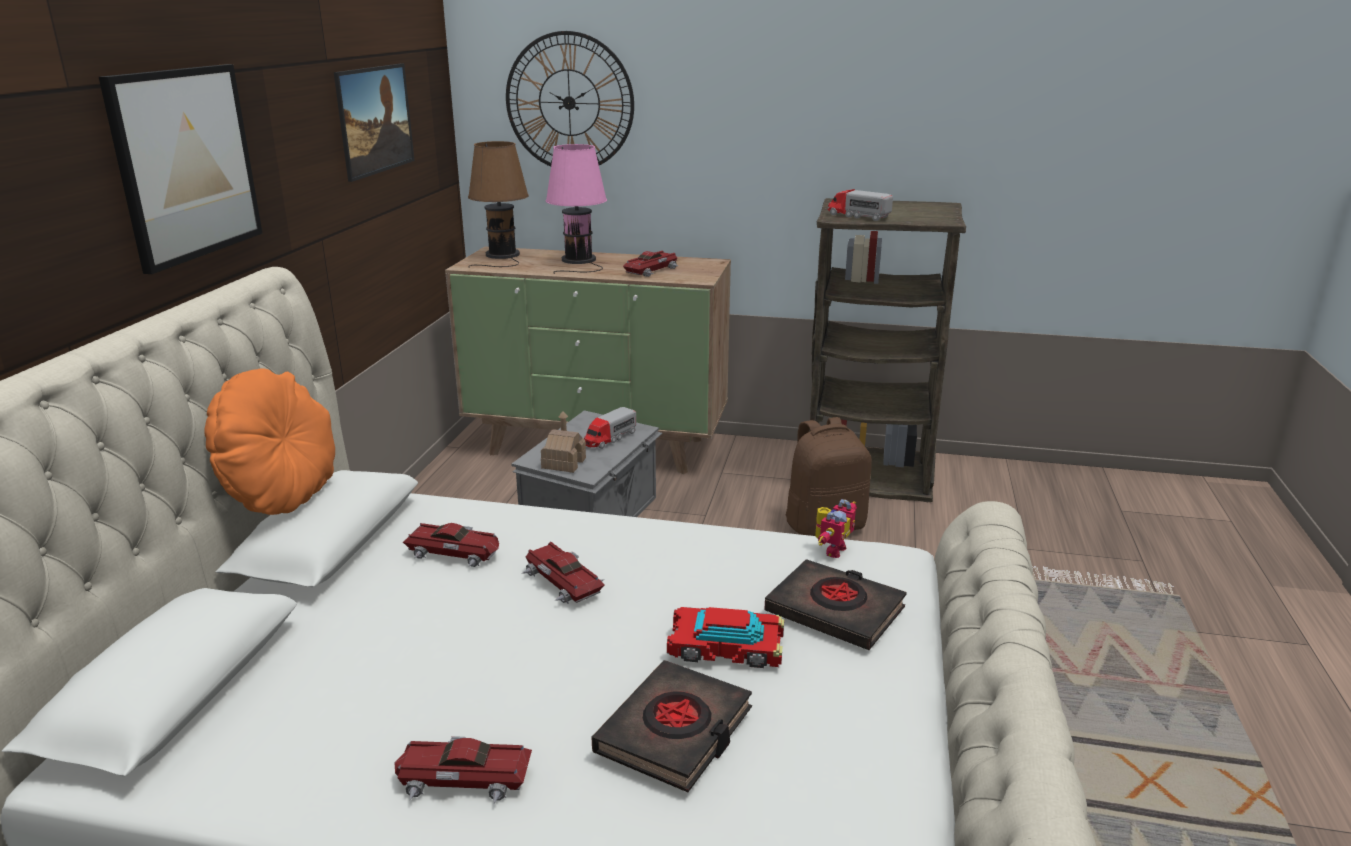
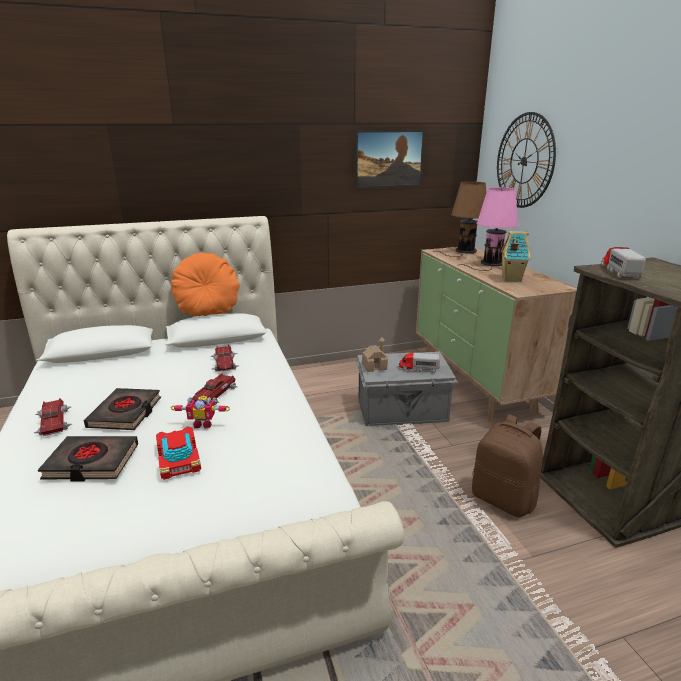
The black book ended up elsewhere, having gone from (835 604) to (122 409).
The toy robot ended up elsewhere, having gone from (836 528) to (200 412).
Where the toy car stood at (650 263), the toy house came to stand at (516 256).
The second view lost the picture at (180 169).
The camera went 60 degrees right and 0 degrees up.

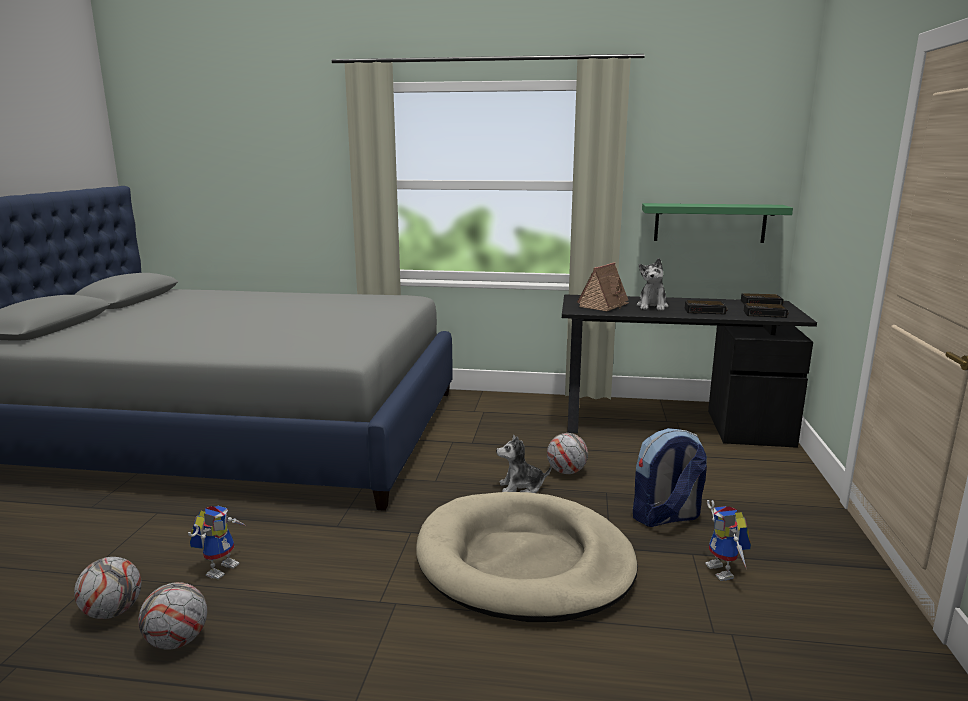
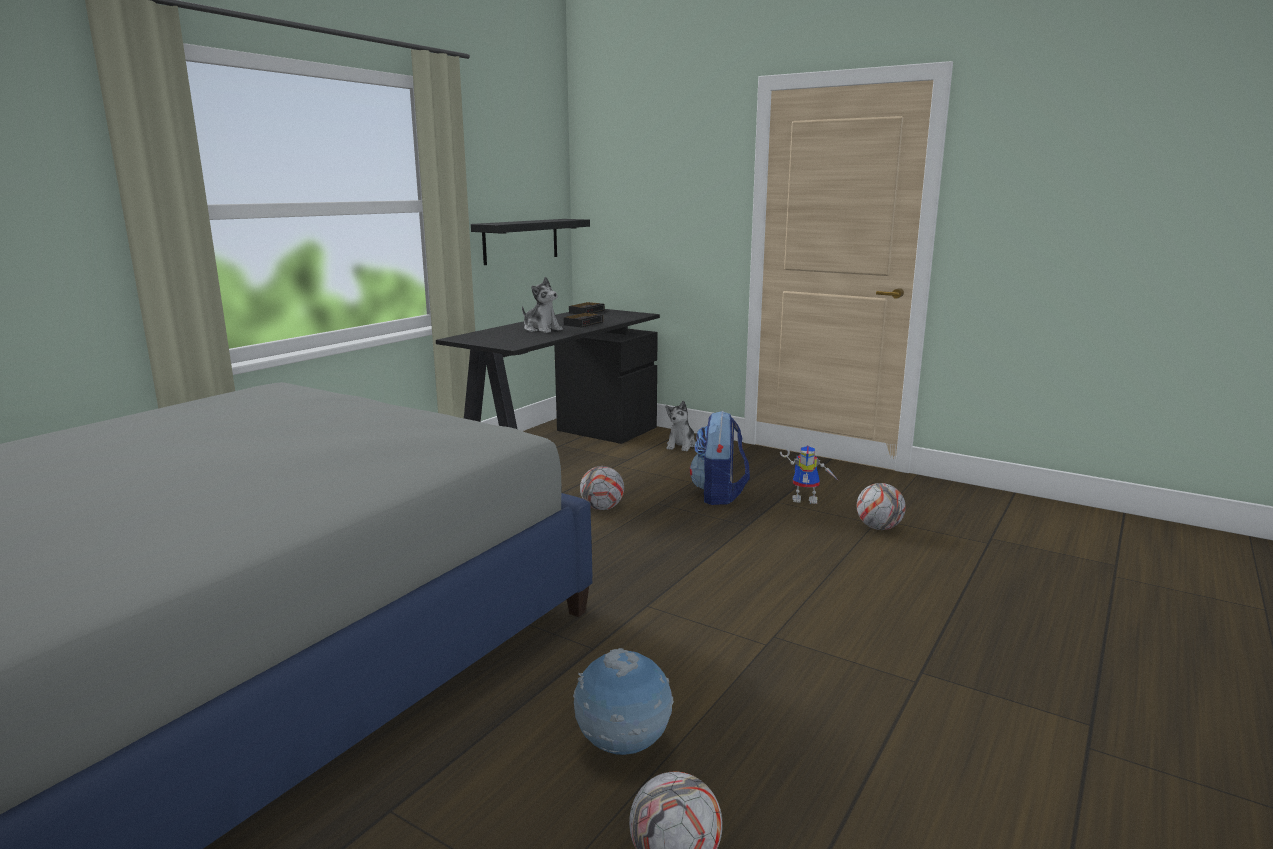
What was the green shelf at (717 223) turned into the black shelf at (530 242).
Where the toy robot stood at (217 542), the globe came to stand at (623 701).
The plush toy ended up elsewhere, having gone from (524 463) to (681 426).
The football ended up elsewhere, having gone from (172 616) to (881 506).
The second view lost the beige dog bed at (527 557).
The second view lost the toy house at (603 287).
The second view lost the alarm clock at (766 310).
The camera went 65 degrees left and 0 degrees up.

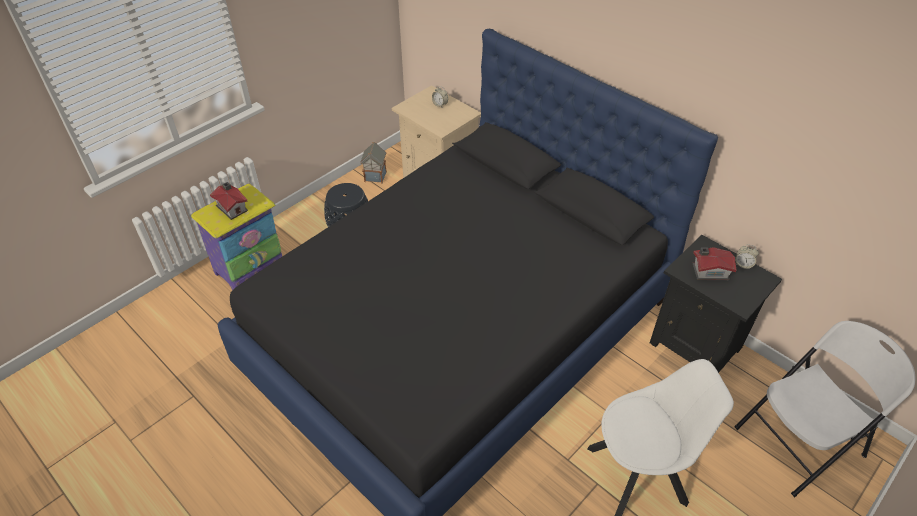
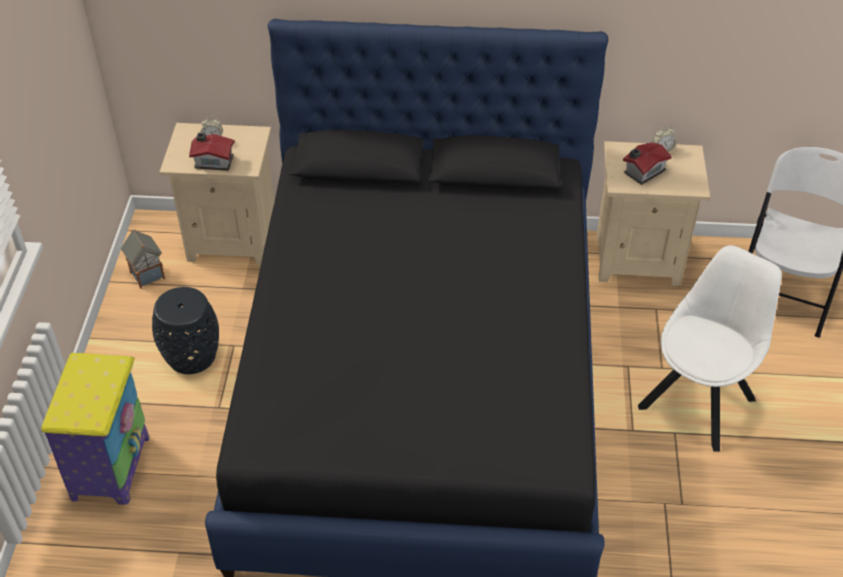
The toy house ended up elsewhere, having gone from (229 201) to (212 152).
What was the black nightstand at (716 304) turned into the beige nightstand at (653 213).
The camera went 40 degrees left and 0 degrees up.

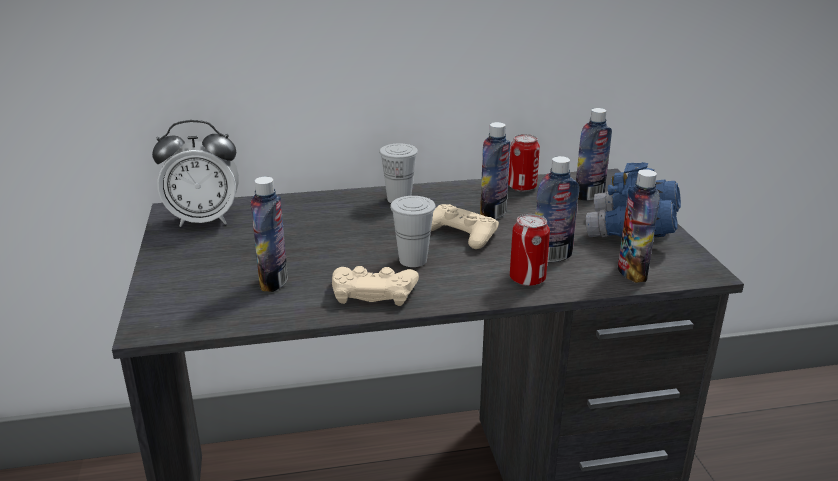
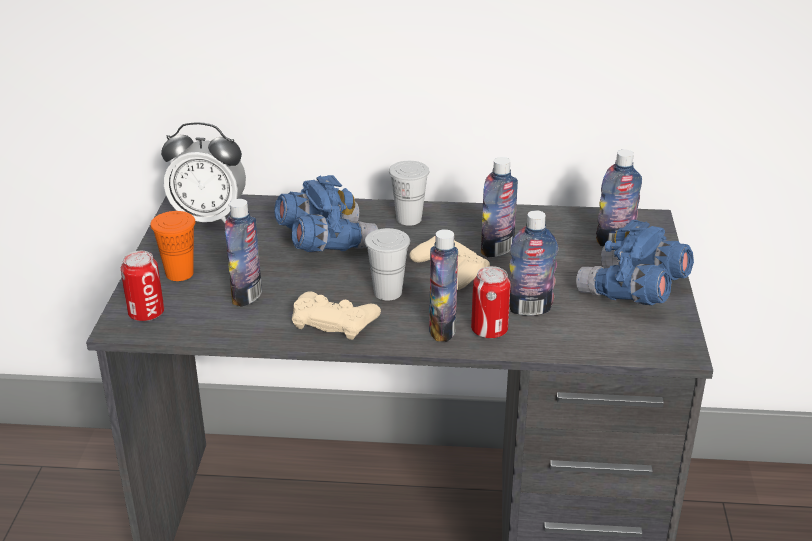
The can ended up elsewhere, having gone from (524 163) to (142 286).
The second view gained the orange cup at (173 246).
The second view gained the blue binoculars at (326 213).
The bottle ended up elsewhere, having gone from (639 226) to (443 285).
The camera went 15 degrees right and 5 degrees up.

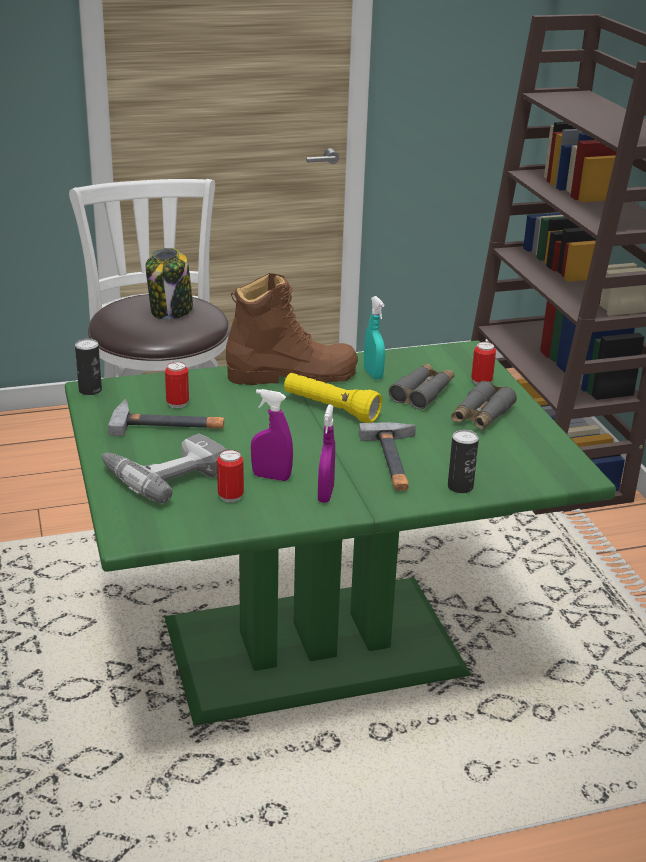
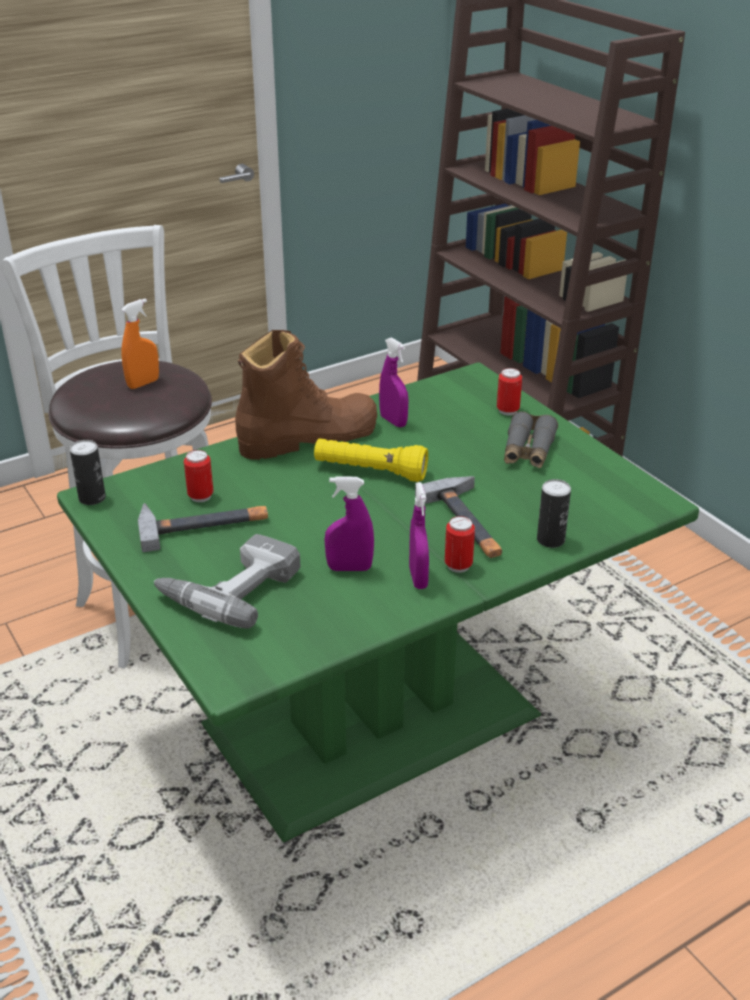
Where the jar stood at (169 284), the orange spray bottle came to stand at (140 343).
What was the turquoise spray bottle at (374 338) turned into the purple spray bottle at (394 382).
The can ended up elsewhere, having gone from (230 476) to (460 544).
The second view lost the grey binoculars at (422 386).
The camera went 15 degrees left and 5 degrees up.

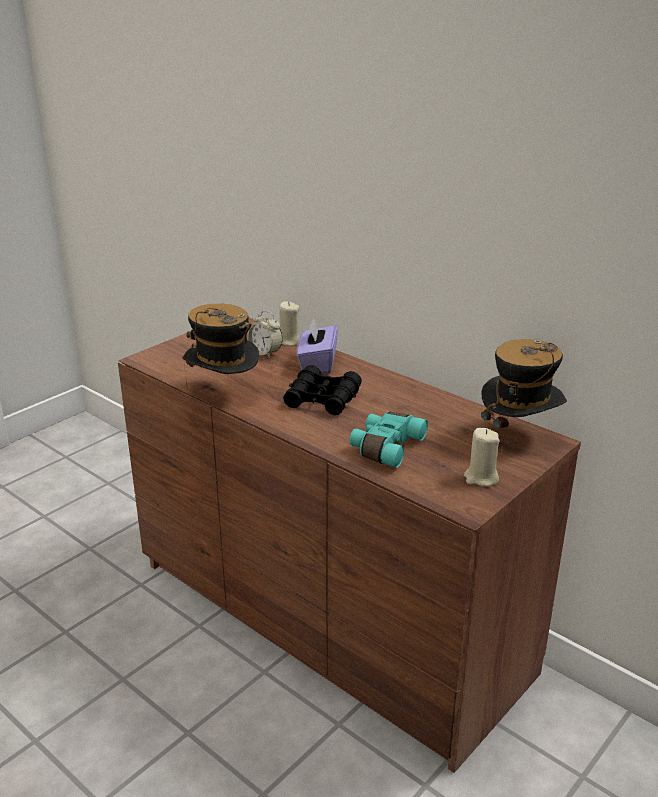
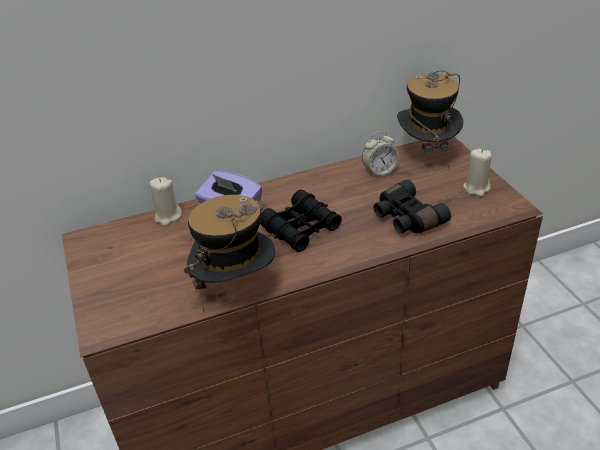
The alarm clock ended up elsewhere, having gone from (265 334) to (380 154).
What was the turquoise binoculars at (389 440) turned into the black binoculars at (412 206).
The camera went 60 degrees left and 10 degrees up.

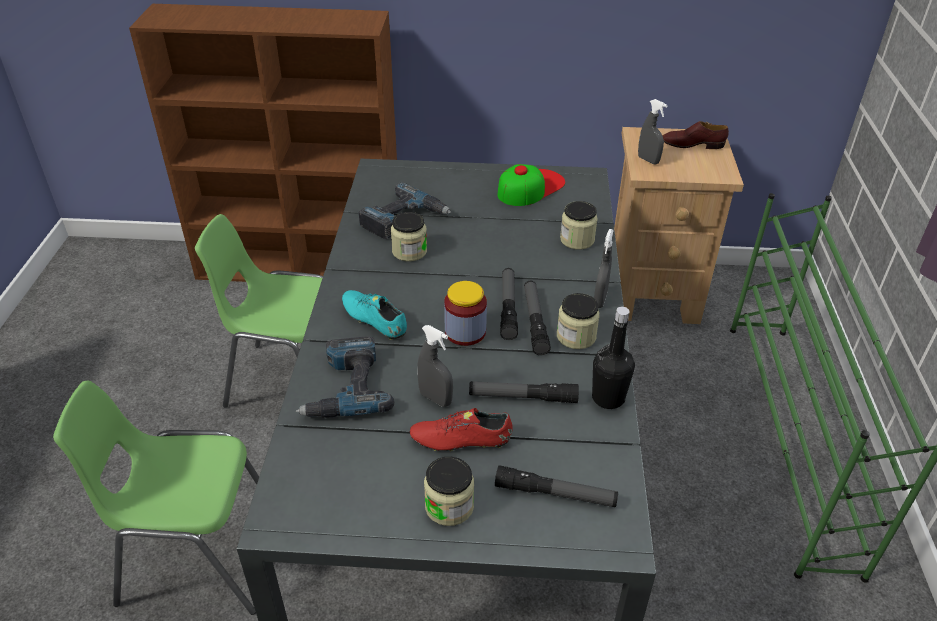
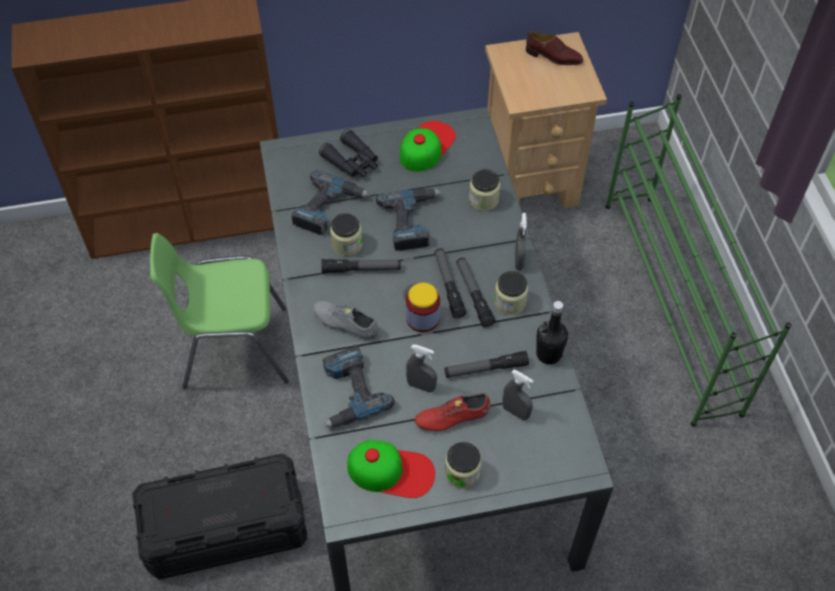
Where the green chair stood at (156 497), the black storage box came to stand at (219 516).
What was the turquoise shoe at (374 315) turned into the grey shoe at (345 320).
The second view gained the black binoculars at (348 153).
The flashlight ended up elsewhere, having gone from (556 486) to (361 266).
The second view gained the cap at (391 469).
The second view gained the power drill at (408 219).
The grey spray bottle ended up elsewhere, having gone from (653 132) to (517 395).
The brown shoe at (696 135) ended up facing another way, 150 degrees counterclockwise from before.
The camera went 15 degrees left and 15 degrees up.

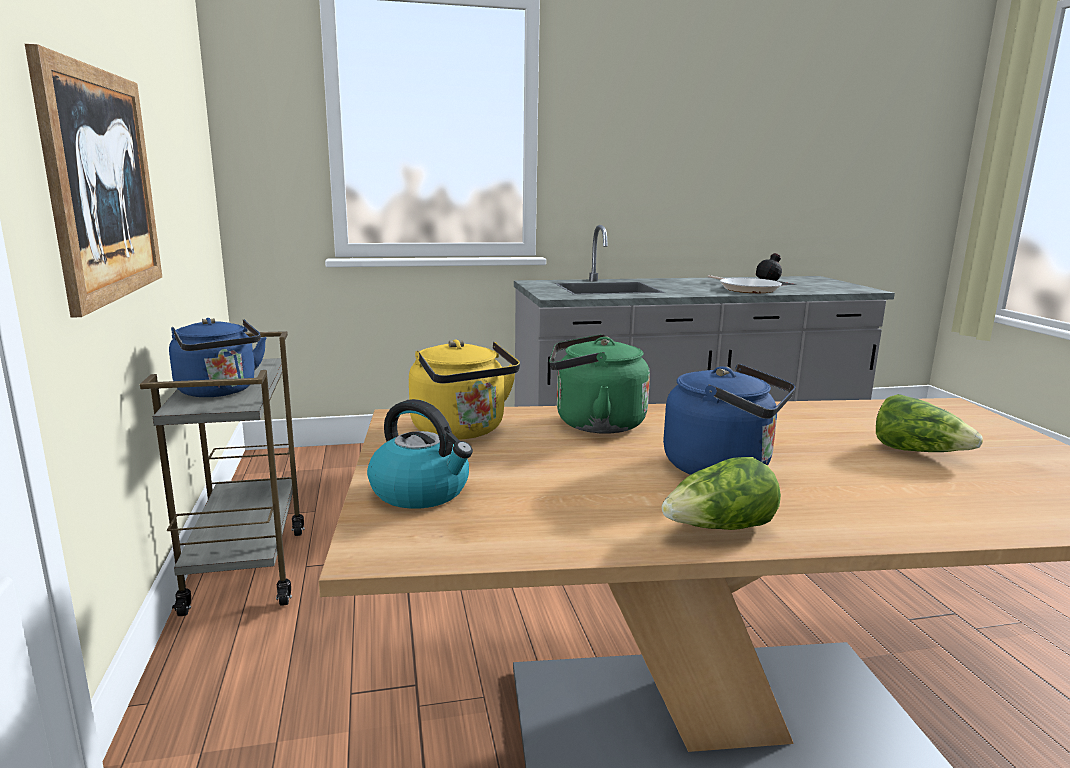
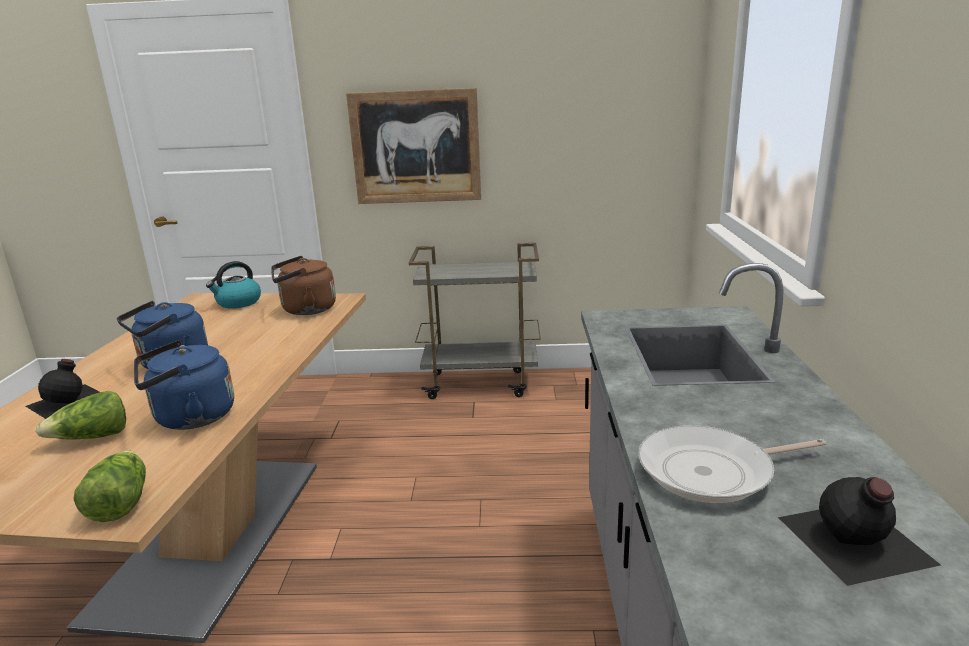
The second view gained the black bottle at (62 389).
The lettuce ended up elsewhere, having gone from (721 493) to (109 486).
The blue kettle ended up elsewhere, having gone from (217 357) to (184 385).
What was the yellow kettle at (464 389) turned into the brown kettle at (303 285).
The second view lost the green kettle at (599 383).
The camera went 105 degrees right and 5 degrees up.

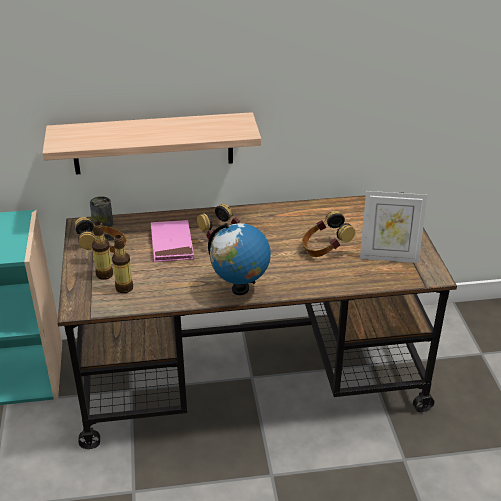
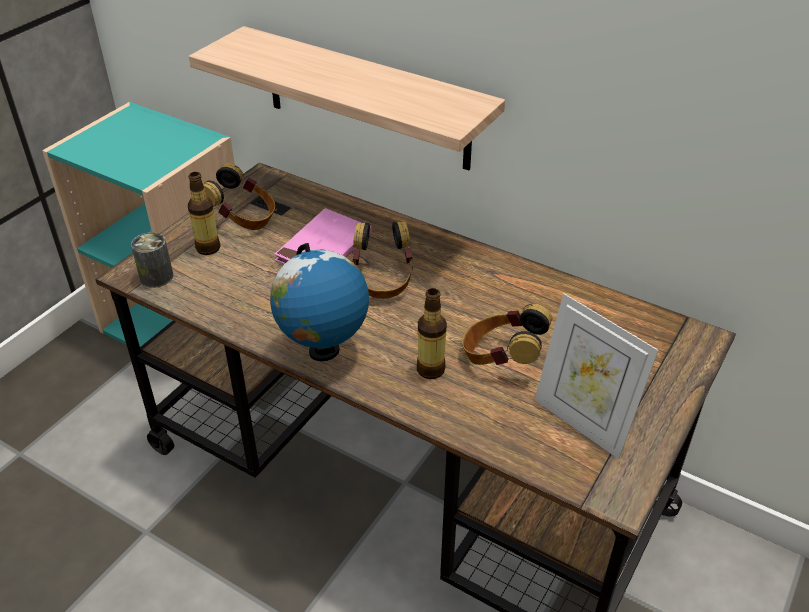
The can ended up elsewhere, having gone from (101 212) to (152 260).
The bottle ended up elsewhere, having gone from (122 264) to (432 333).
The camera went 40 degrees right and 5 degrees up.

